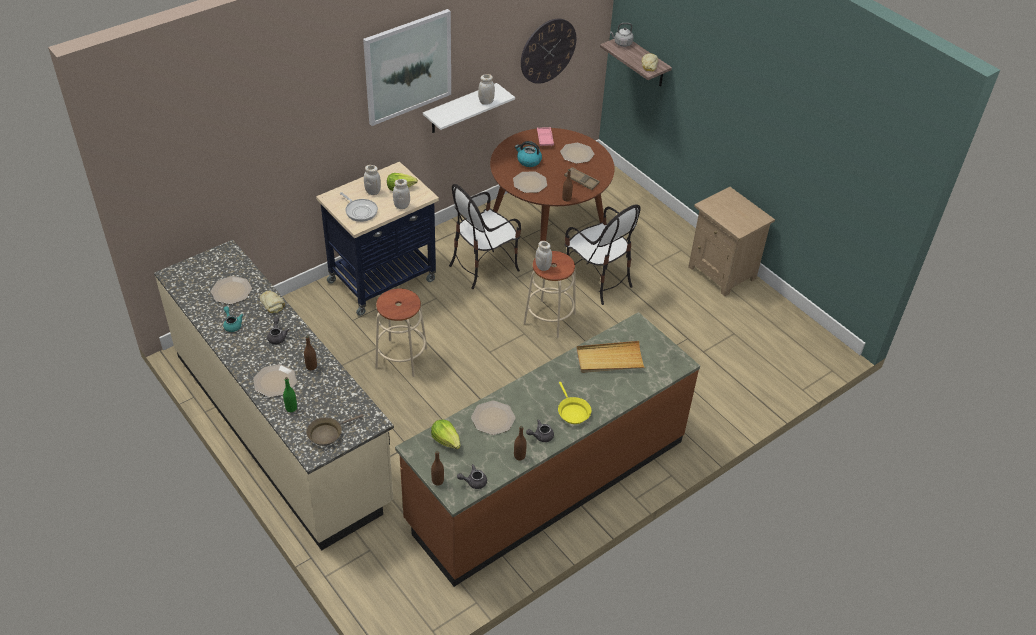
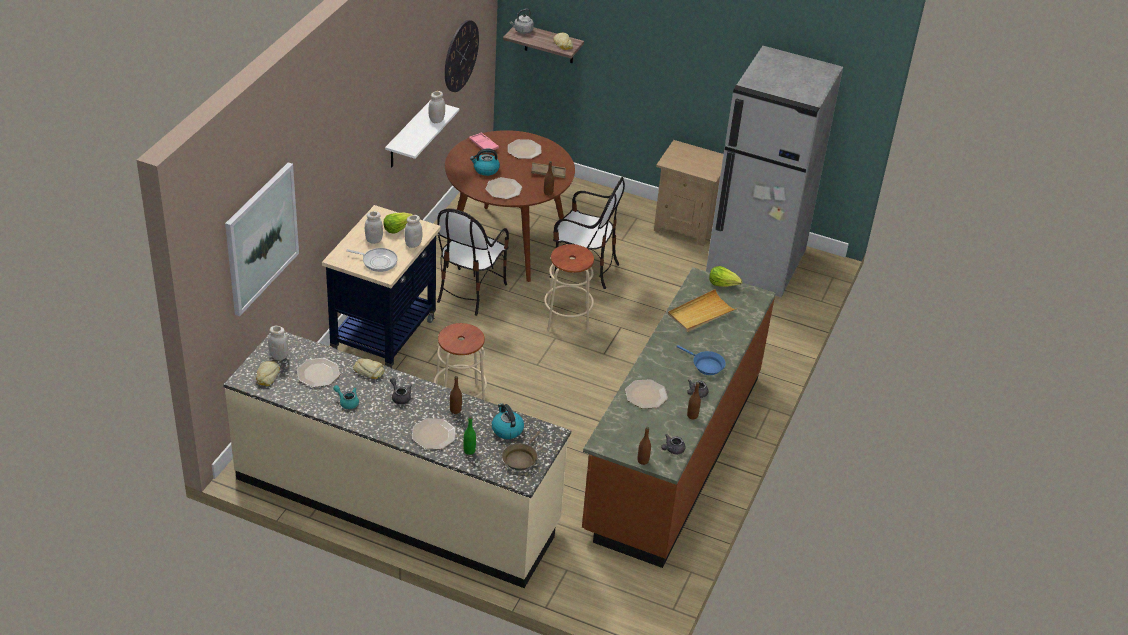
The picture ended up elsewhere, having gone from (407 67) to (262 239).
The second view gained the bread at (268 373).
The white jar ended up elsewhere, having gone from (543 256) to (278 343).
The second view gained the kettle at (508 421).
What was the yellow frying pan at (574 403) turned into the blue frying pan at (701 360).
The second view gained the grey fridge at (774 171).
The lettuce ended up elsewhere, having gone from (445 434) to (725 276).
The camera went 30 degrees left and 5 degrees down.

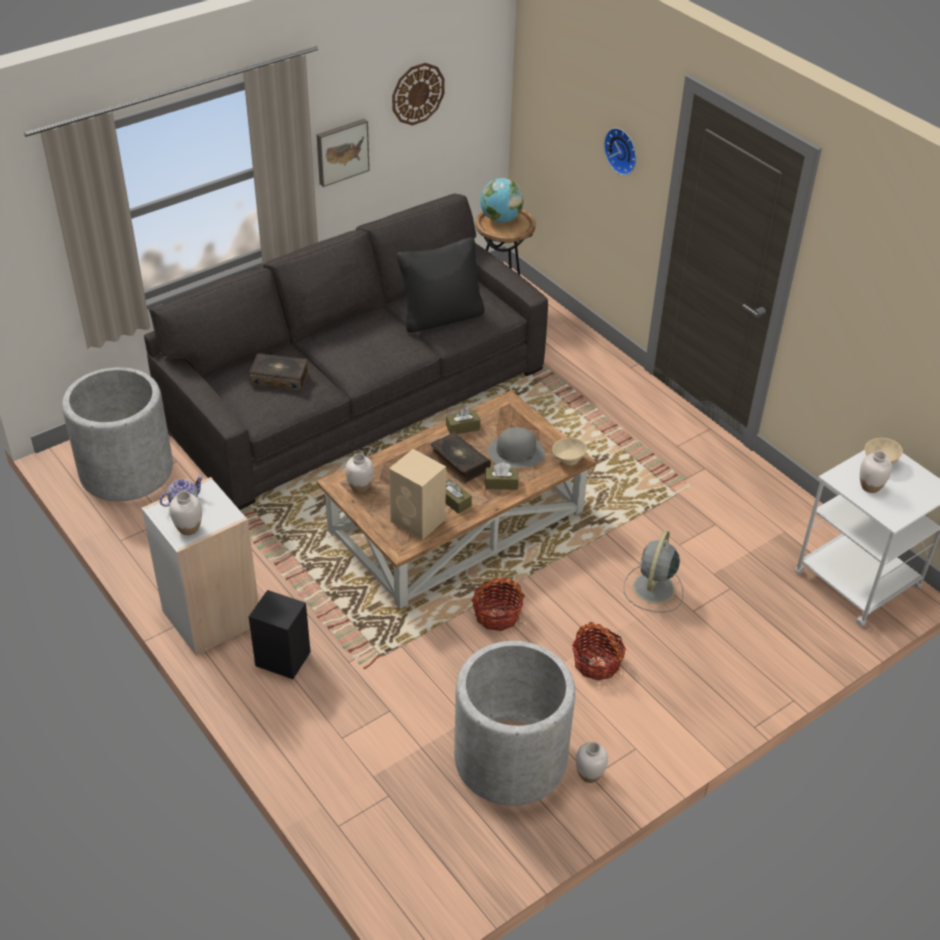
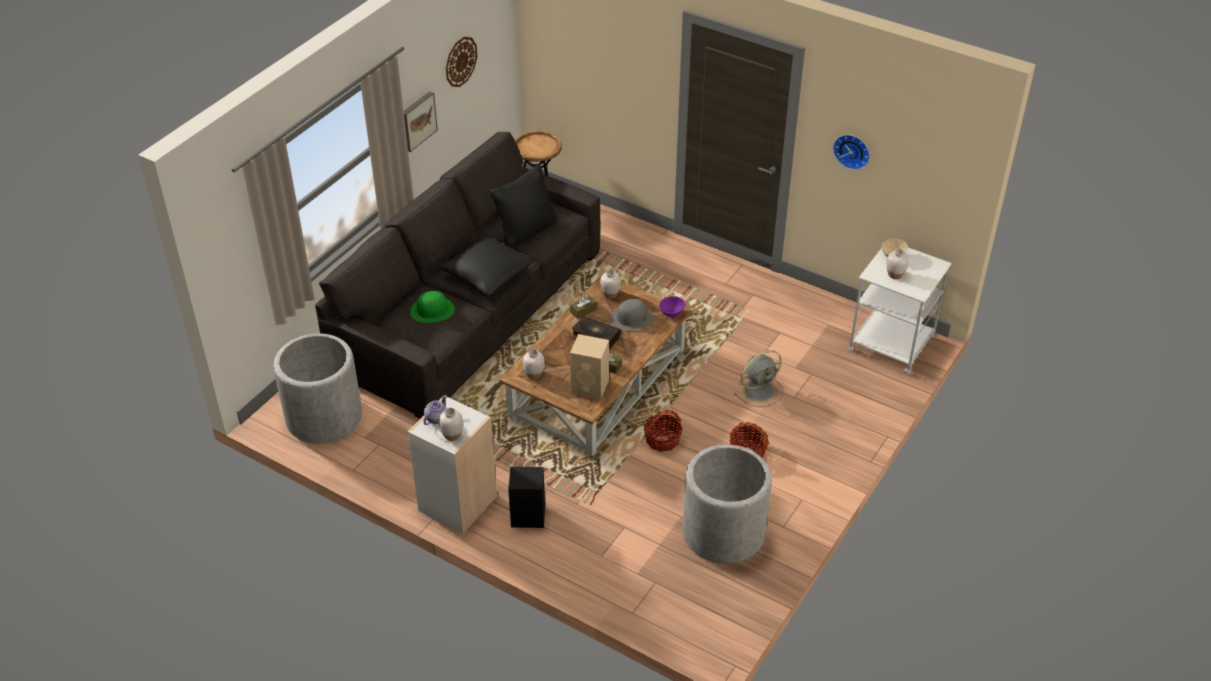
Where the book stood at (279 372), the green hat came to stand at (432 307).
The second view gained the black pillow at (486 265).
The white vase ended up elsewhere, having gone from (592 762) to (610 284).
What was the beige bowl at (570 451) turned into the purple bowl at (672 307).
The grey fan at (653 571) ended up facing another way, 120 degrees counterclockwise from before.
The wall clock ended up elsewhere, having gone from (620 152) to (851 152).
The second view lost the globe at (502 200).
The second view lost the brown tissue box at (501 476).
The camera went 20 degrees left and 0 degrees up.

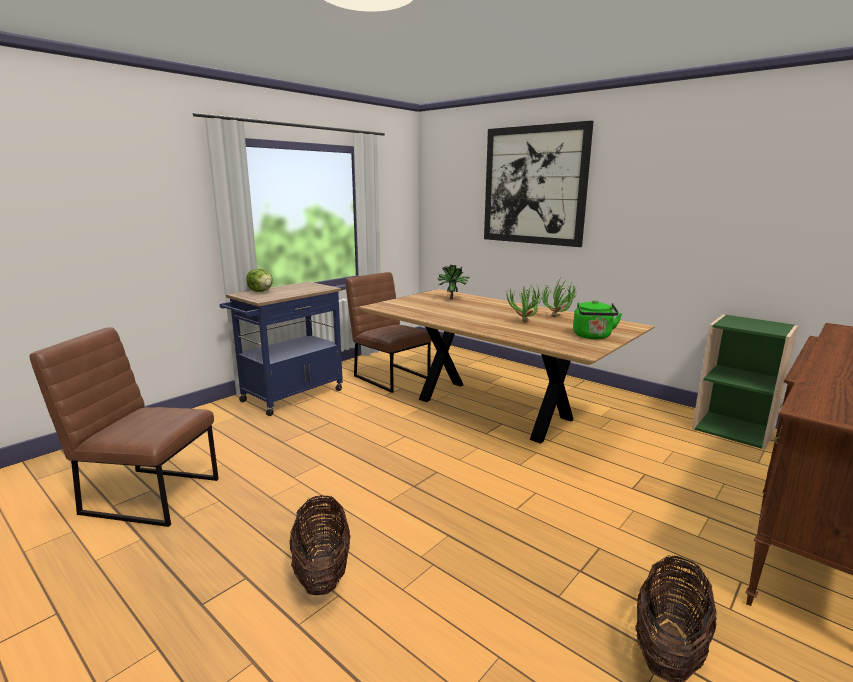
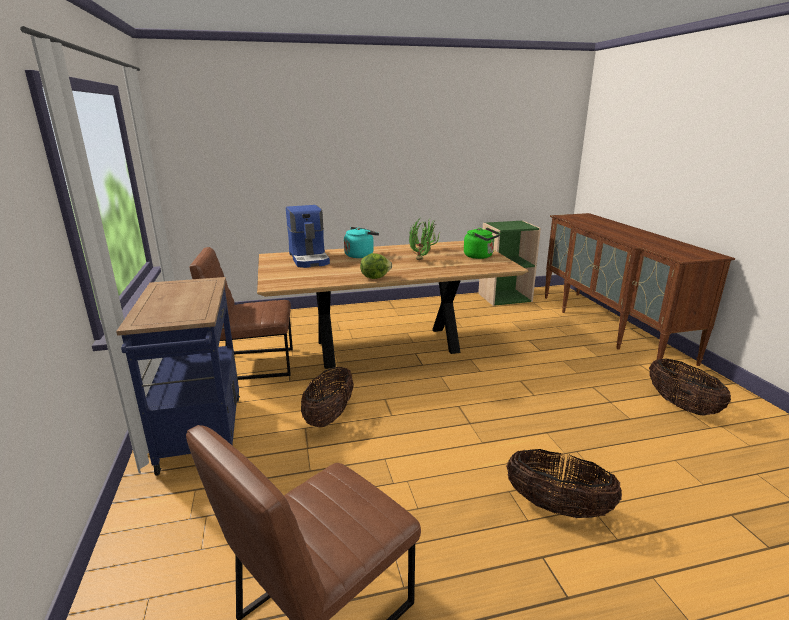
Where the potted plant stood at (454 282), the coffee machine came to stand at (308 236).
The second view gained the basket at (327 396).
The second view gained the turquoise kettle at (361 242).
The lettuce ended up elsewhere, having gone from (259 280) to (376 266).
The second view lost the picture at (539 184).
The camera went 55 degrees left and 5 degrees up.

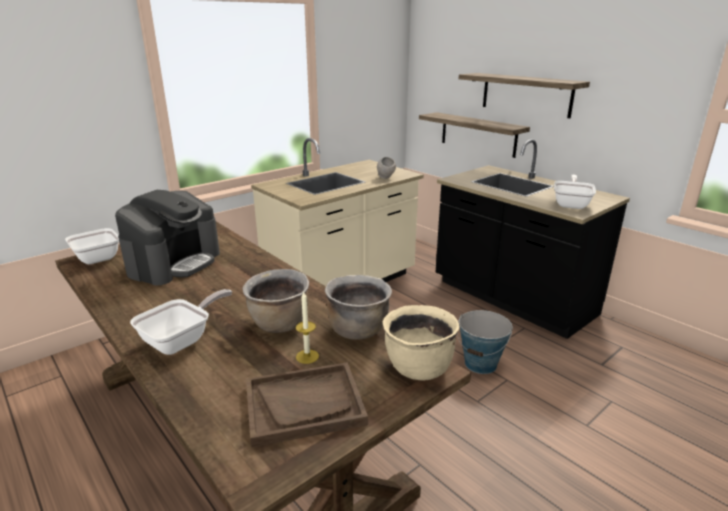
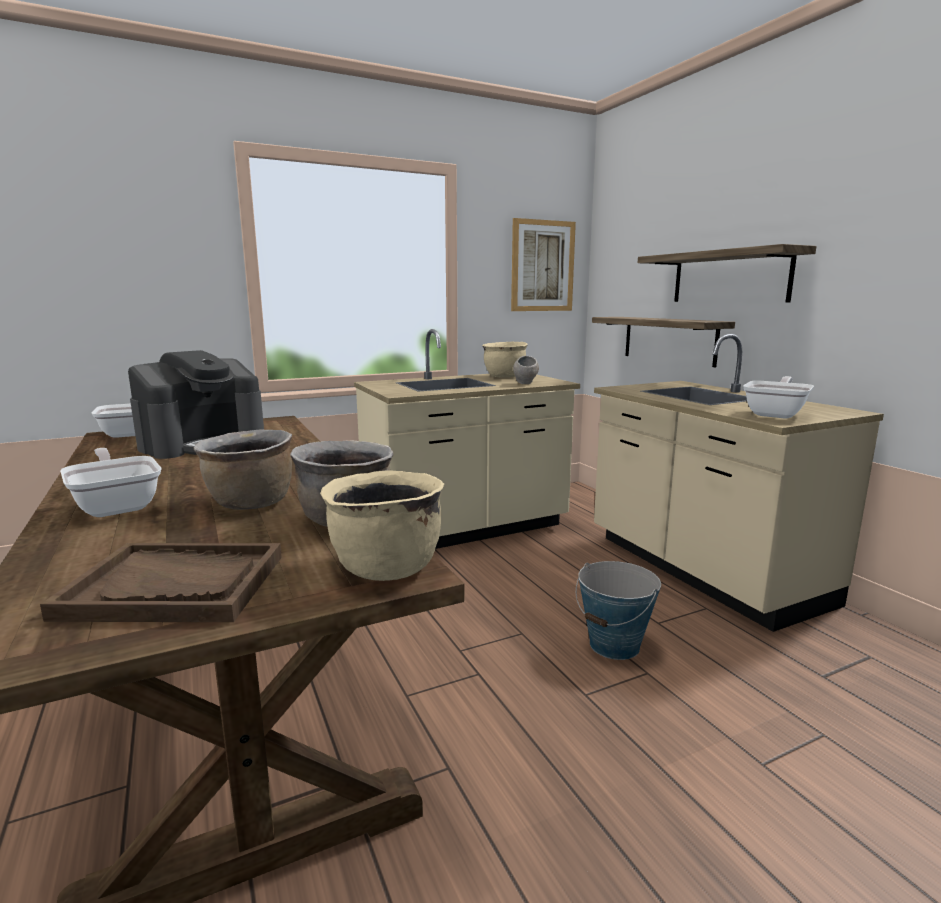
The frying pan at (181 322) ended up facing another way, 90 degrees counterclockwise from before.
The second view gained the beige cooking pot at (505 359).
The second view gained the picture at (543 264).
What was the black counter at (533 239) turned into the beige counter at (739 483).
The second view lost the candle at (307 328).
The camera went 15 degrees right and 10 degrees down.

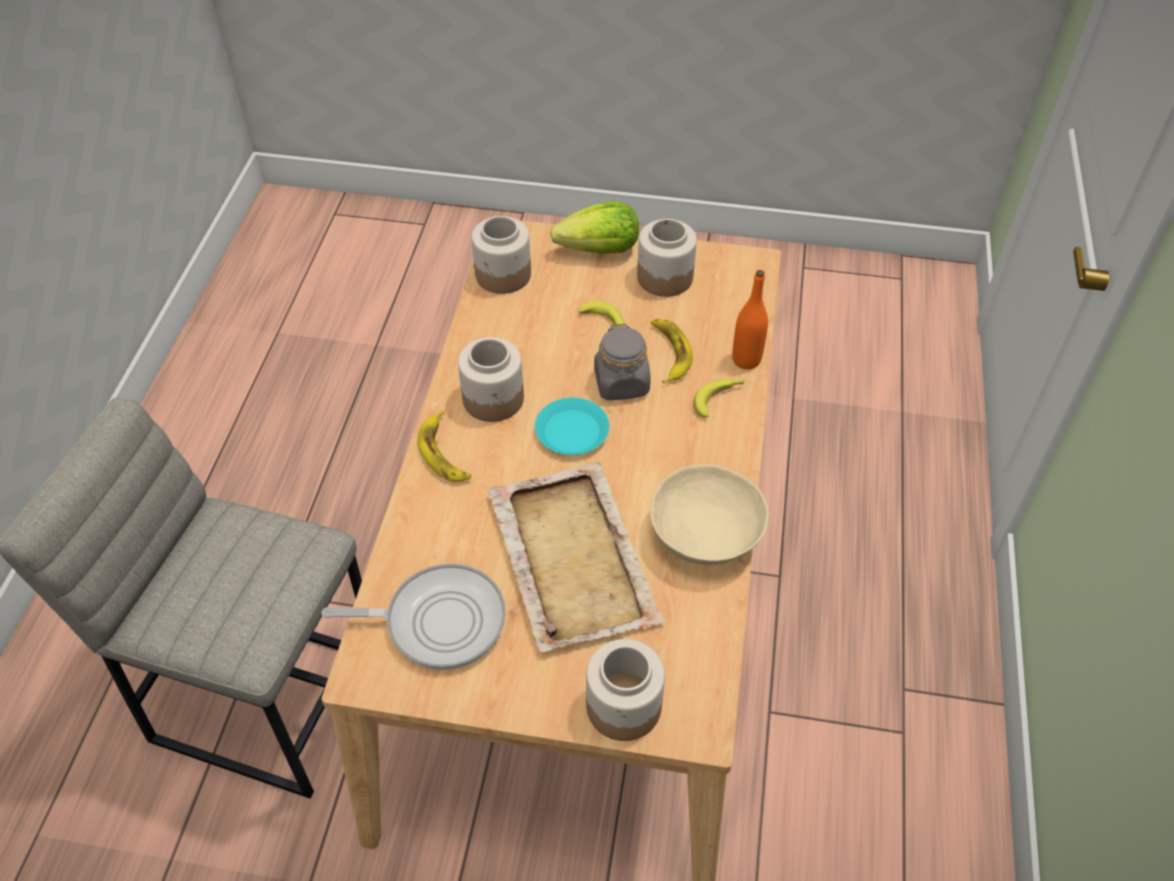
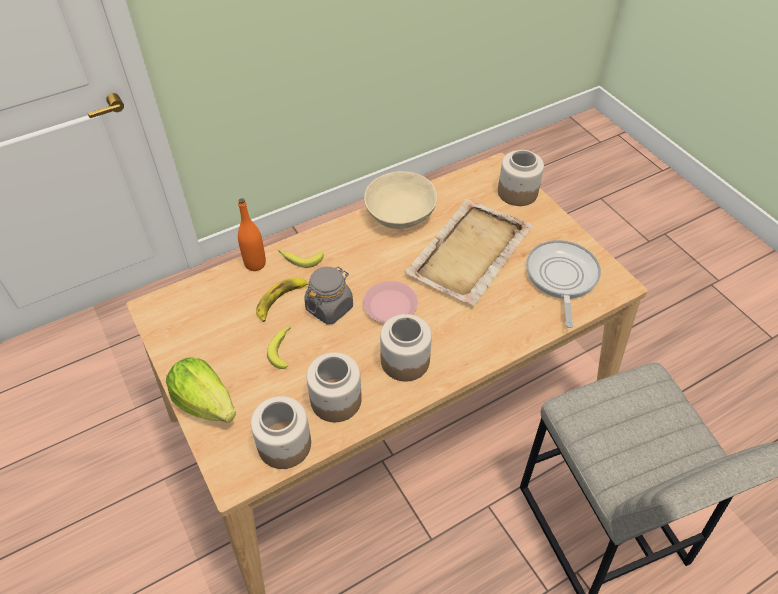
The jar ended up elsewhere, having gone from (667 258) to (334 387).
What was the turquoise plate at (572 426) turned into the pink plate at (390 302).
The frying pan at (413 617) ended up facing another way, 45 degrees clockwise from before.
The second view lost the banana at (444 445).
The camera went 130 degrees left and 0 degrees up.

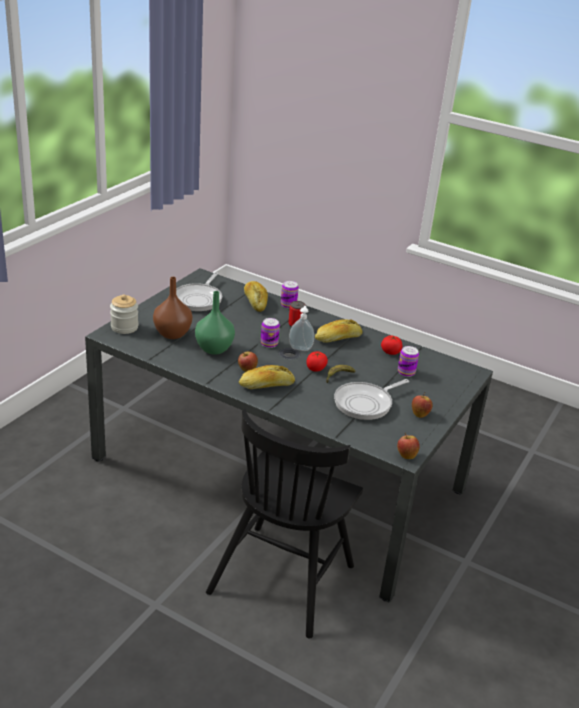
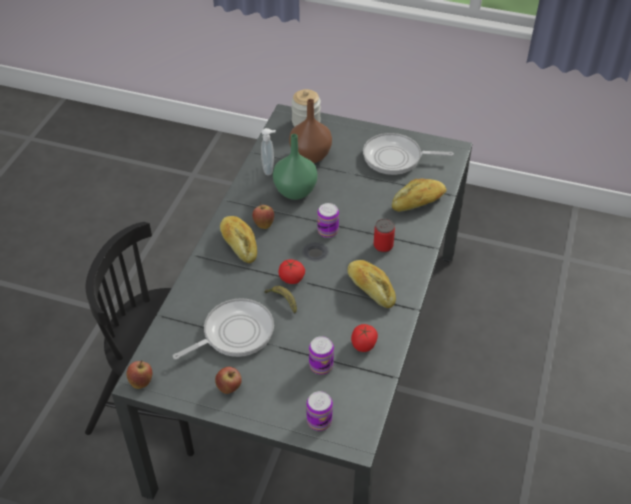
The frying pan at (371 399) ended up facing another way, 105 degrees clockwise from before.
The soap dispenser ended up elsewhere, having gone from (301 328) to (268 151).
The can ended up elsewhere, having gone from (290 294) to (319 411).
The camera went 80 degrees right and 15 degrees up.

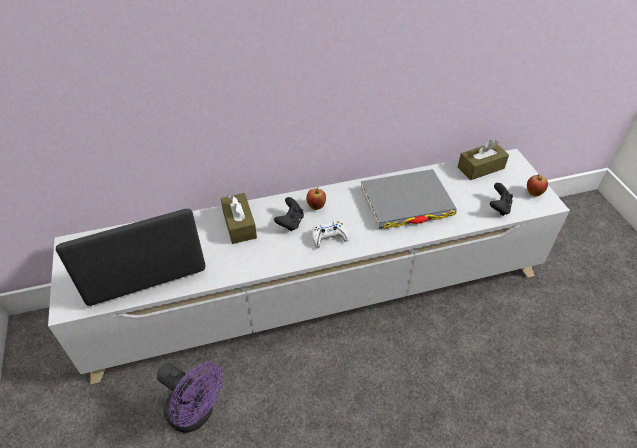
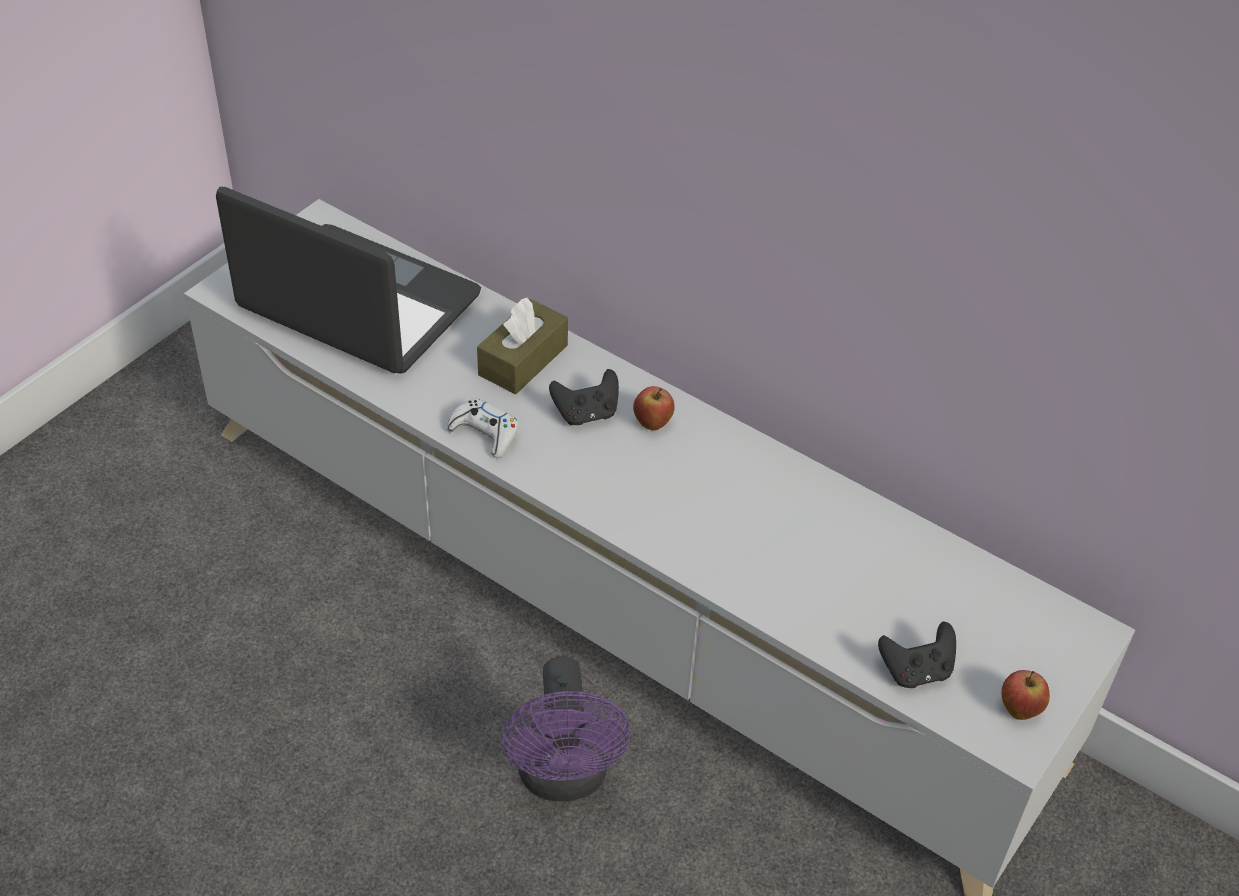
The white game controller ended up elsewhere, having gone from (330 234) to (482 428).
The purple fan ended up elsewhere, having gone from (189 397) to (566 729).
The second view lost the grey book at (408 199).
The second view lost the brown tissue box at (483 160).
The camera went 50 degrees right and 0 degrees up.

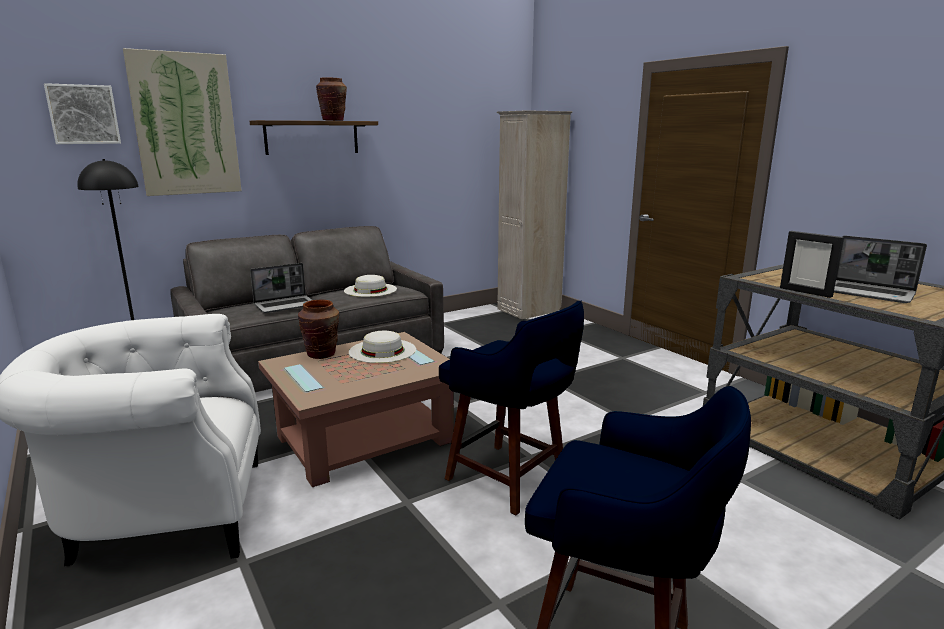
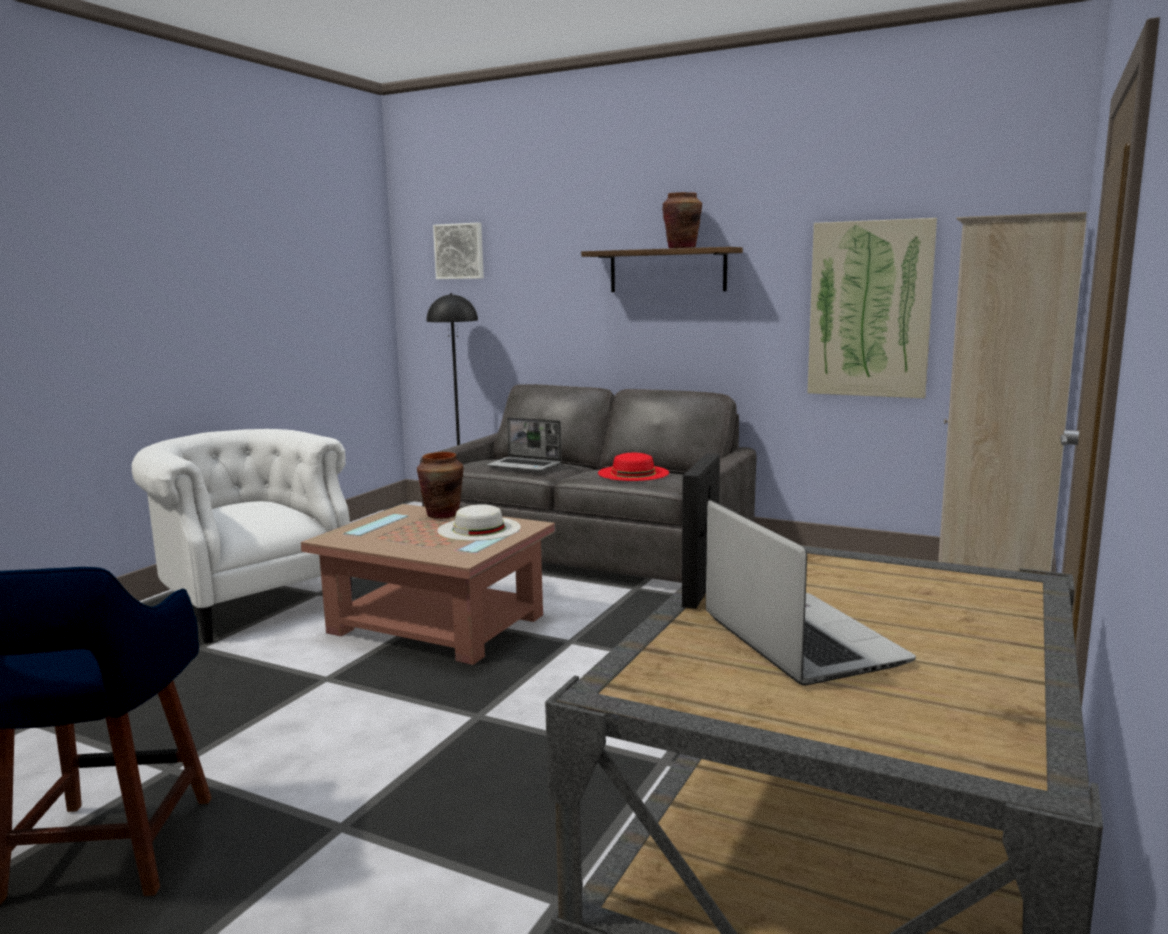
What was the white hat at (370 286) turned into the red hat at (633 467).
The laptop at (880 269) ended up facing another way, 150 degrees clockwise from before.
The picture ended up elsewhere, having gone from (182 122) to (872 308).
The second view lost the blue stool at (511 408).
The camera went 60 degrees right and 5 degrees down.

